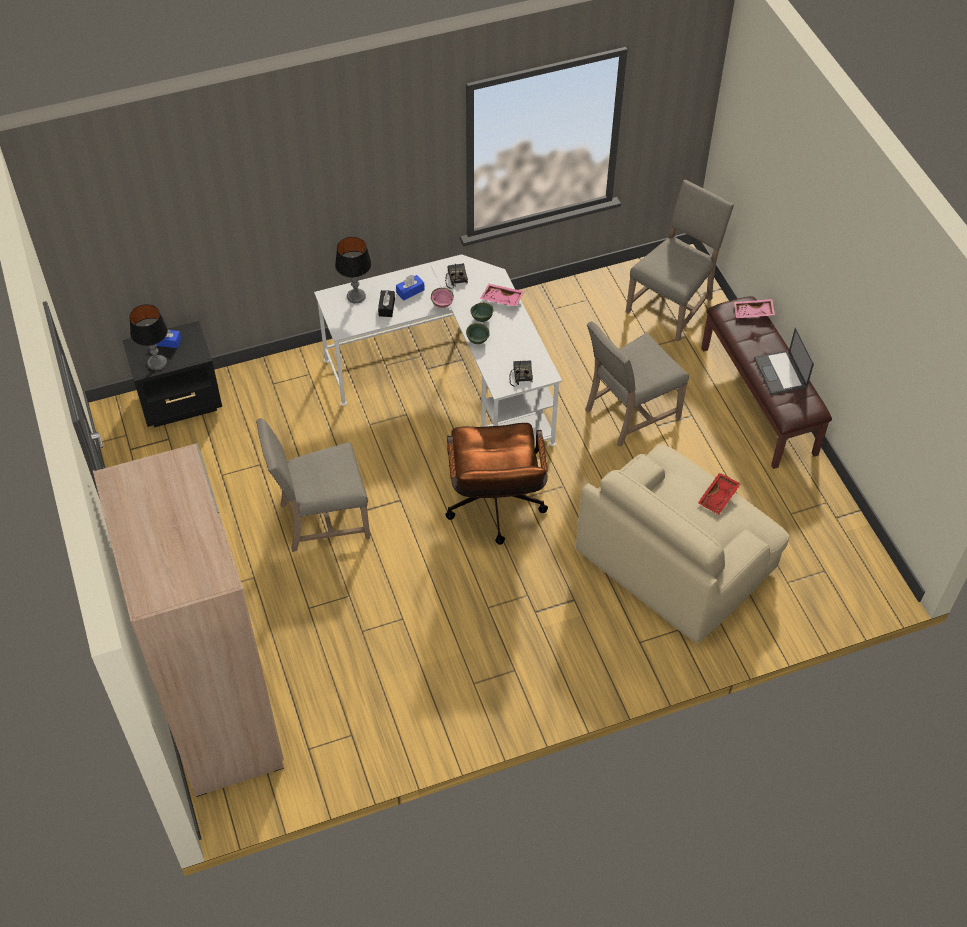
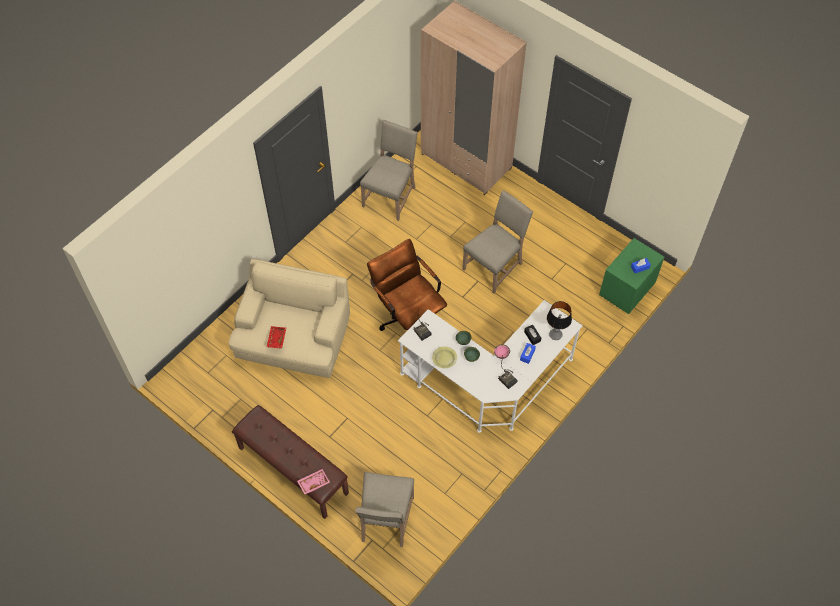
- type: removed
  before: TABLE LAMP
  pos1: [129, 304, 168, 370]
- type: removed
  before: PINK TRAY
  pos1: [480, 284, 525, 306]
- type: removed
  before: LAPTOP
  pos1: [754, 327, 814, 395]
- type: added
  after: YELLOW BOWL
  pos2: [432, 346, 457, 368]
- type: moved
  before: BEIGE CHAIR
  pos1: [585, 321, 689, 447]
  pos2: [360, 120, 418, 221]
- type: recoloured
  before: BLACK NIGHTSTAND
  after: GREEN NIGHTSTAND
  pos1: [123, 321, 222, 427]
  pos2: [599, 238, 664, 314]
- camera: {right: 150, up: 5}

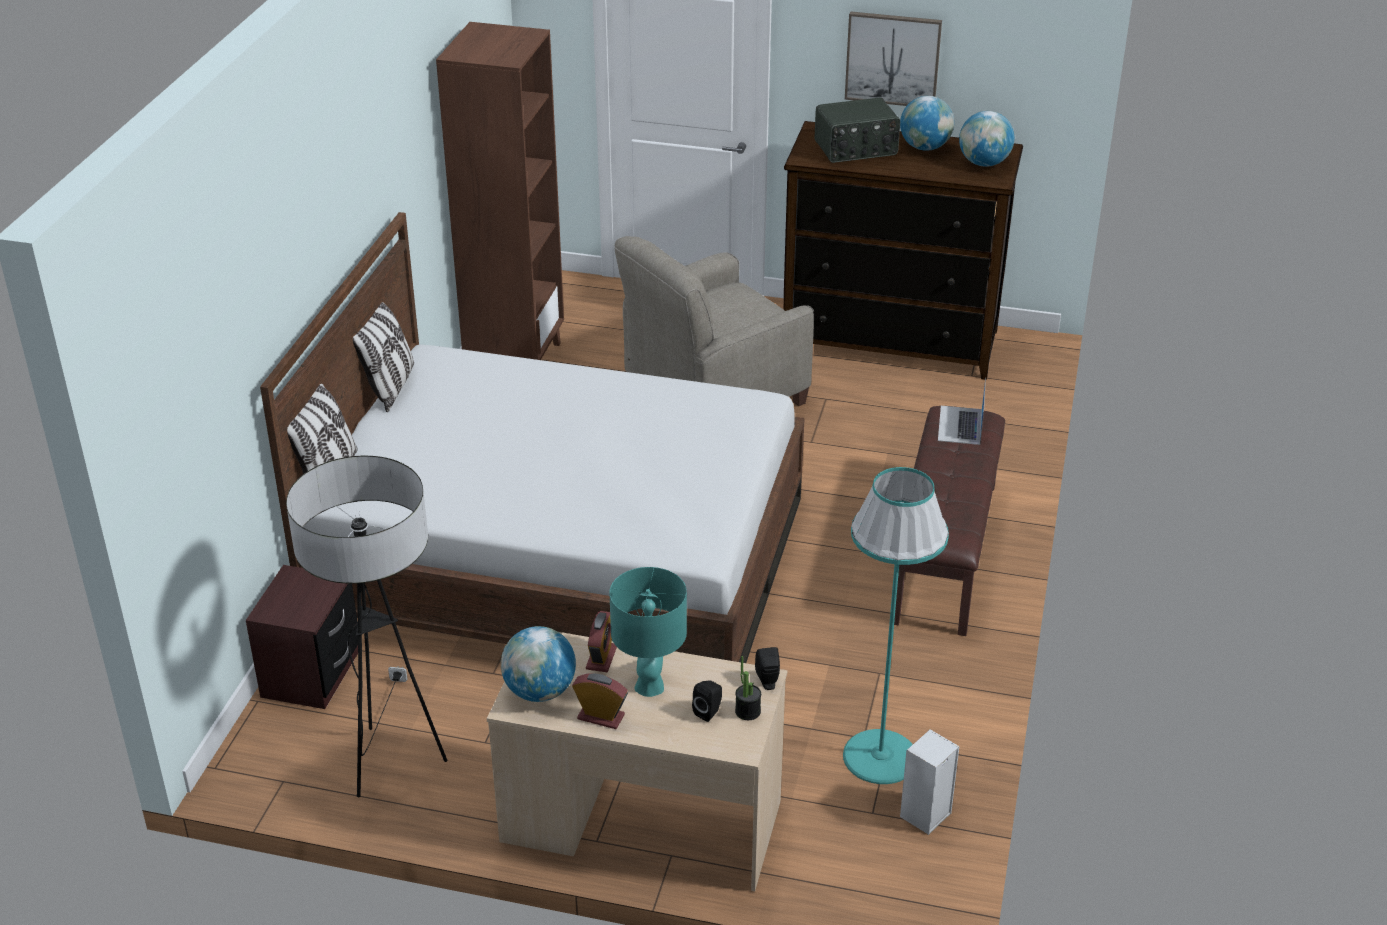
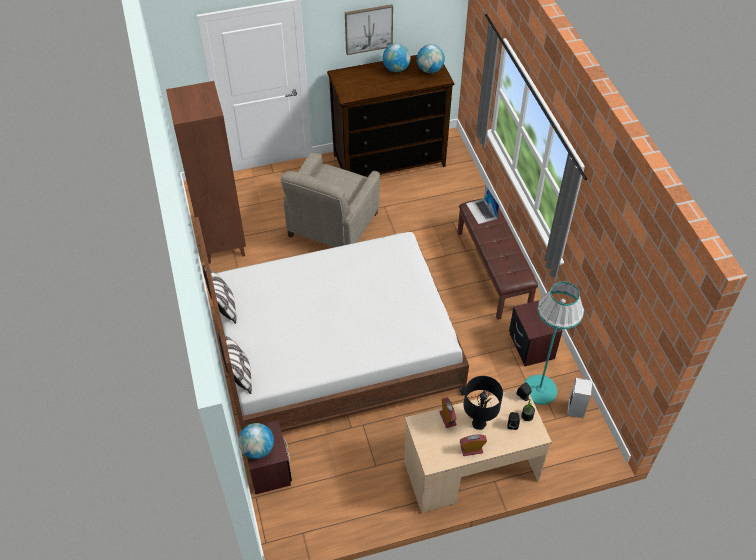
- type: removed
  before: FLOOR LAMP
  pos1: [286, 456, 447, 797]
- type: removed
  before: RADIO
  pos1: [814, 98, 900, 163]
- type: added
  after: BROWN NIGHTSTAND
  pos2: [509, 300, 562, 367]
- type: moved
  before: GLOBE
  pos1: [501, 626, 576, 702]
  pos2: [238, 423, 274, 459]
- type: recoloured
  before: TURQUOISE TABLE LAMP
  after: BLACK TABLE LAMP
  pos1: [609, 567, 687, 697]
  pos2: [463, 376, 503, 430]
- camera: {right: -30, up: 15}

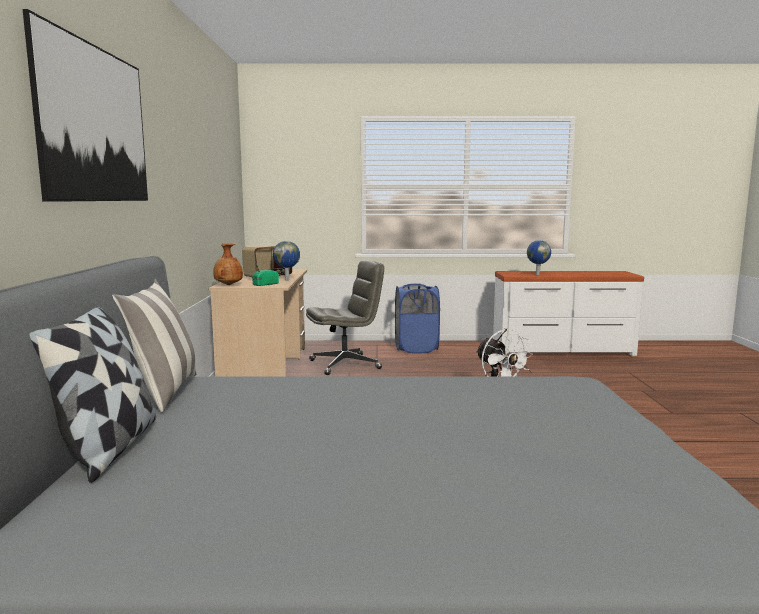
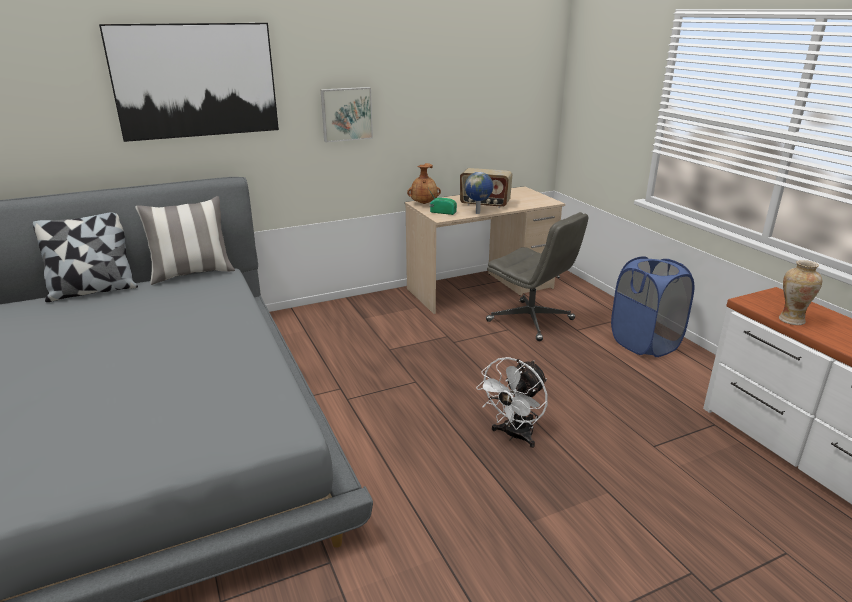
- type: added
  after: PICTURE
  pos2: [320, 87, 373, 142]
- type: replaced
  before: GLOBE
  after: VASE
  pos1: [527, 240, 551, 275]
  pos2: [779, 260, 822, 325]
- camera: {right: 65, up: 15}

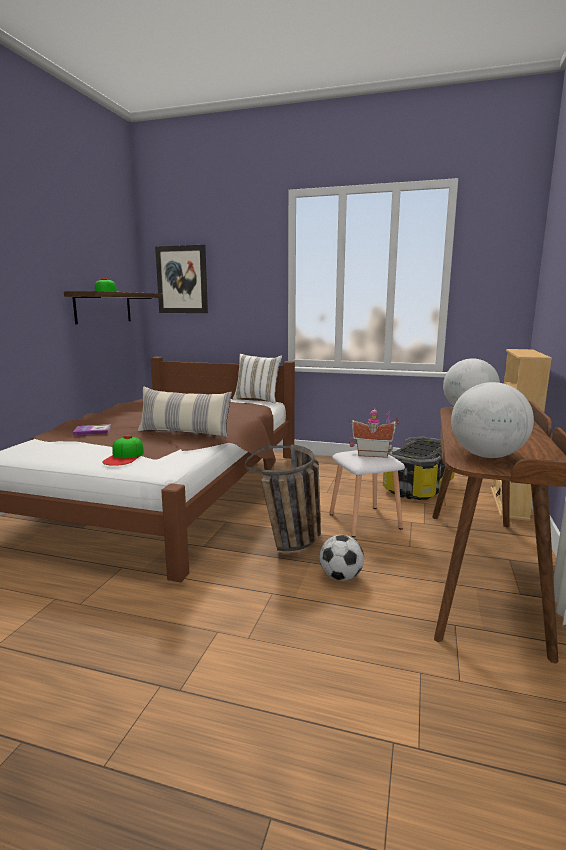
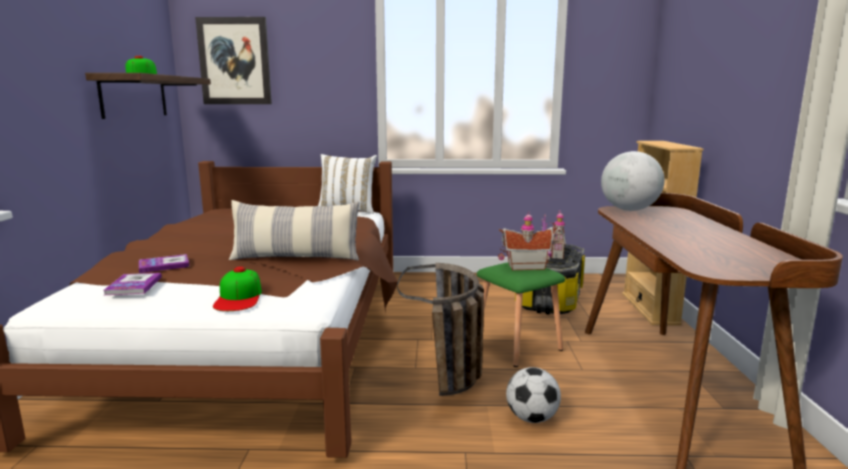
- type: removed
  before: GLOBE
  pos1: [451, 382, 534, 458]
- type: added
  after: BOOK
  pos2: [104, 273, 162, 295]
- type: added
  after: TOY HOUSE
  pos2: [548, 210, 566, 259]
- type: recoloured
  before: WHITE STOOL
  after: GREEN STOOL
  pos1: [329, 450, 405, 537]
  pos2: [477, 262, 565, 367]
- camera: {right: -15, up: 0}

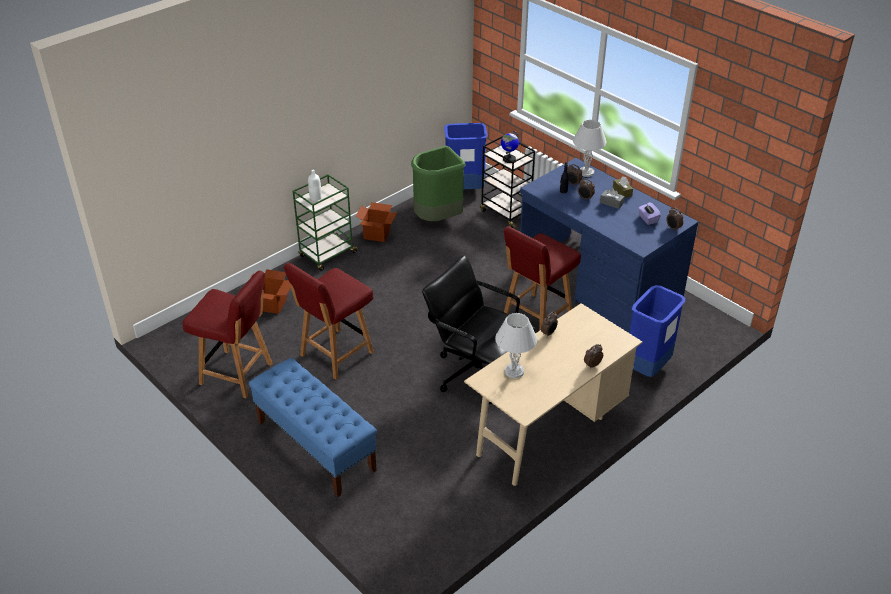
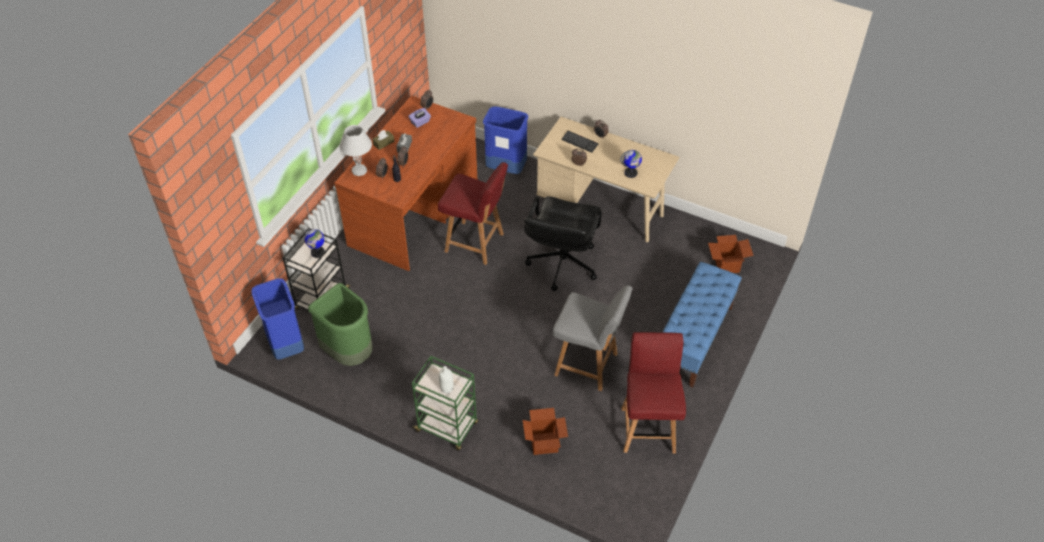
- type: added
  after: KEYBOARD
  pos2: [561, 131, 599, 153]
- type: moved
  before: CARDBOARD BOX
  pos1: [356, 202, 397, 242]
  pos2: [708, 235, 754, 273]
- type: replaced
  before: WHITE TABLE LAMP
  after: GLOBE
  pos1: [495, 313, 537, 378]
  pos2: [620, 150, 642, 178]
- type: recoloured
  before: RED CHAIR
  after: GREY CHAIR
  pos1: [284, 263, 374, 380]
  pos2: [552, 285, 633, 391]
- type: recoloured
  before: BLUE DESK
  after: BROWN DESK
  pos1: [520, 158, 698, 333]
  pos2: [334, 95, 477, 271]
- camera: {right: -110, up: 10}

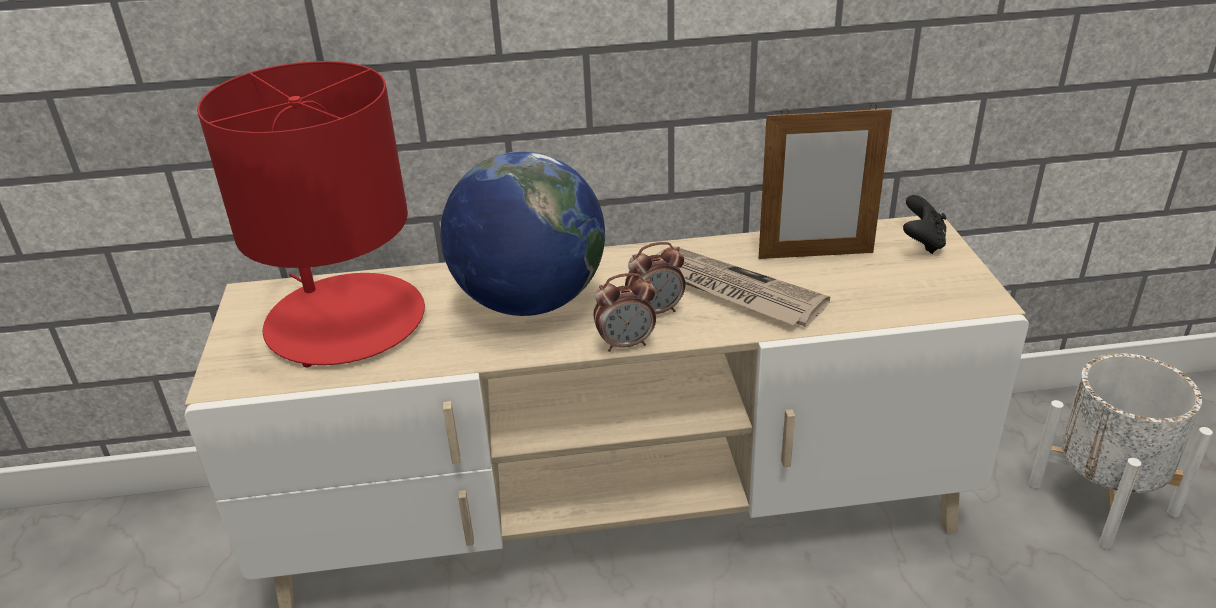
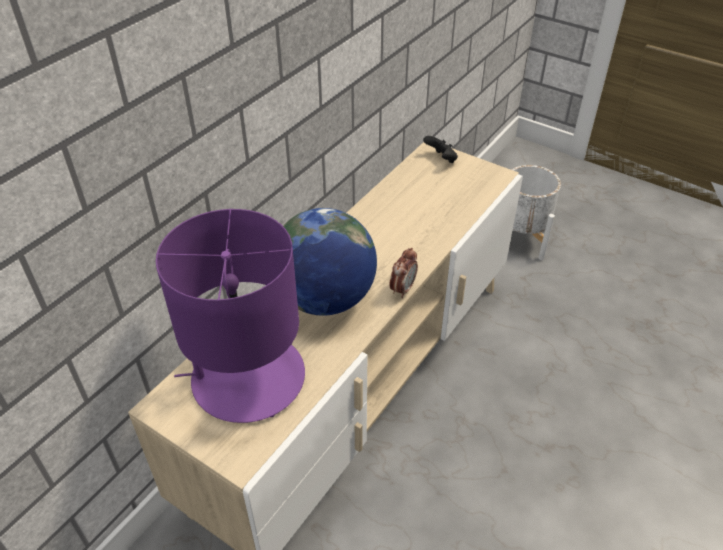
- type: removed
  before: ALARM CLOCK
  pos1: [625, 242, 686, 314]
- type: removed
  before: NEWSPAPER
  pos1: [656, 246, 830, 327]
- type: removed
  before: PICTURE FRAME
  pos1: [759, 104, 892, 259]
- type: recoloured
  before: RED TABLE LAMP
  after: PURPLE TABLE LAMP
  pos1: [197, 61, 425, 368]
  pos2: [156, 209, 305, 423]
- camera: {right: -50, up: 10}

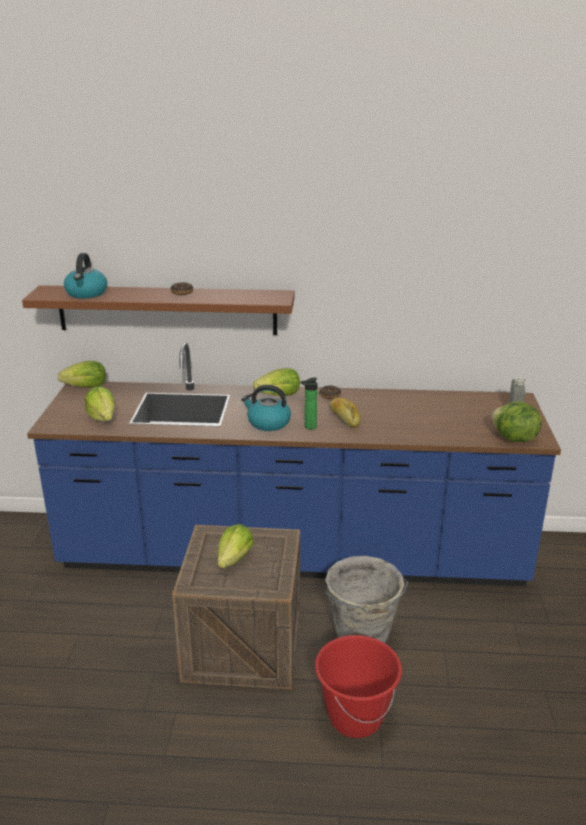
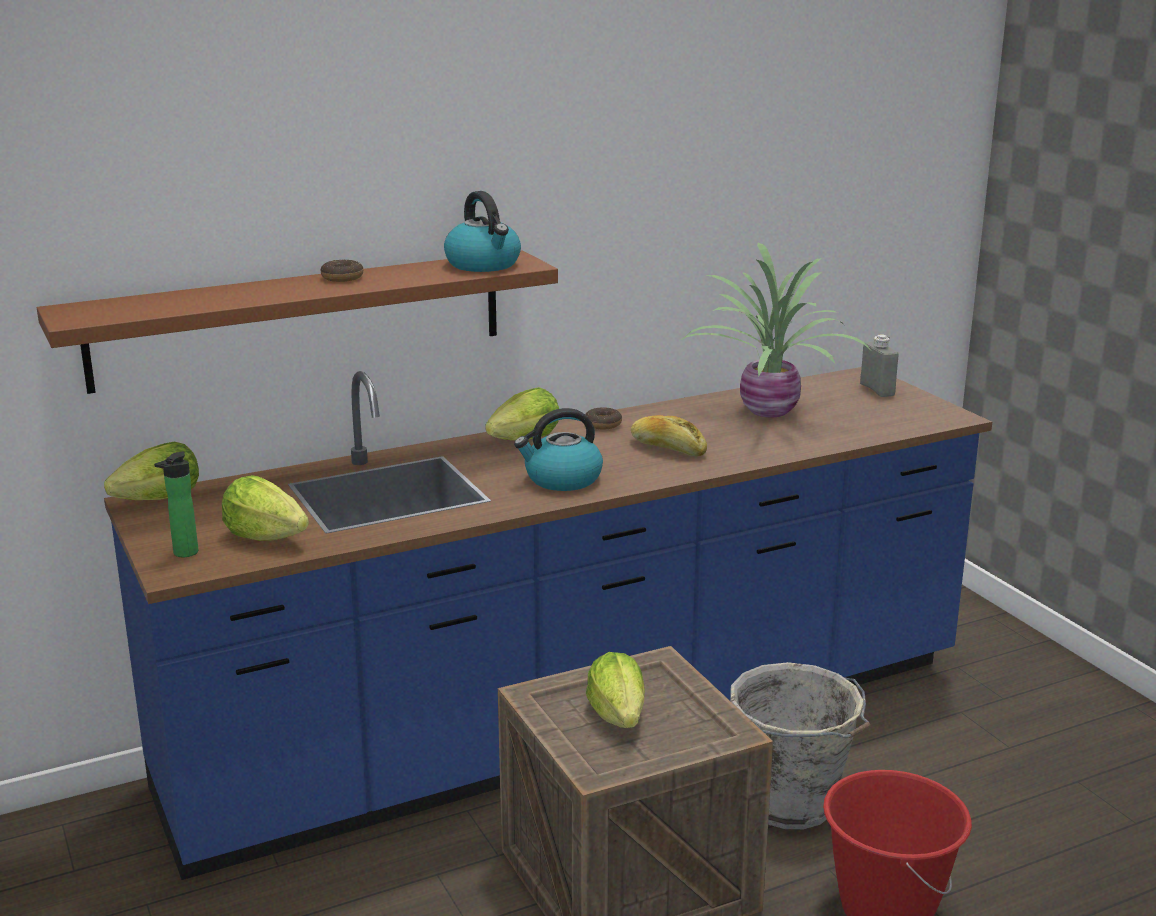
- type: removed
  before: LETTUCE
  pos1: [491, 401, 542, 442]
- type: added
  after: POTTED PLANT
  pos2: [680, 243, 870, 417]
- type: moved
  before: KETTLE
  pos1: [64, 253, 107, 298]
  pos2: [444, 191, 521, 272]
- type: moved
  before: BOTTLE
  pos1: [300, 378, 317, 430]
  pos2: [154, 451, 198, 557]
- camera: {right: -30, up: -5}

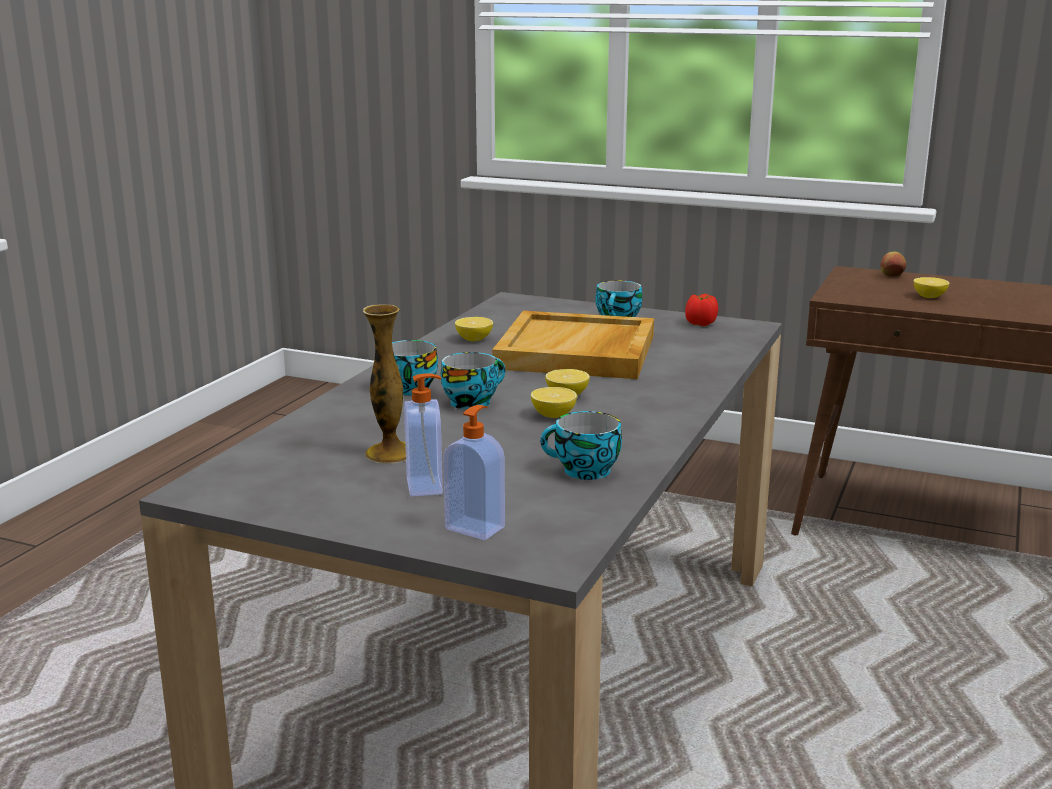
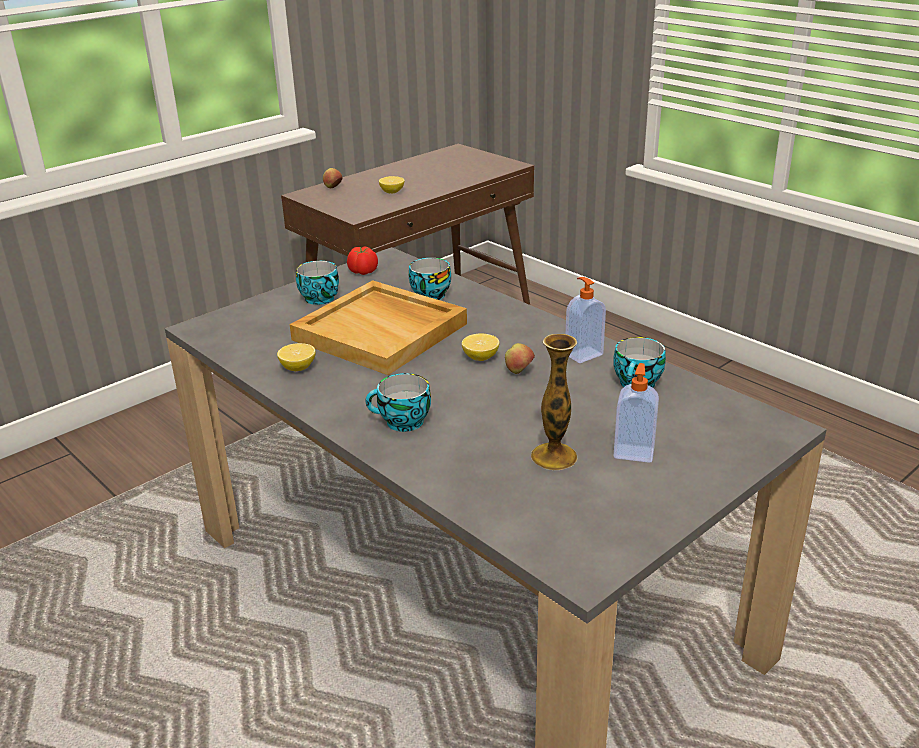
- type: moved
  before: CUP
  pos1: [441, 352, 505, 410]
  pos2: [409, 258, 451, 300]
- type: moved
  before: SOAP DISPENSER
  pos1: [443, 405, 505, 540]
  pos2: [566, 277, 606, 363]
- type: replaced
  before: LEMON
  after: APPLE
  pos1: [531, 387, 577, 418]
  pos2: [505, 343, 535, 374]
- camera: {right: -65, up: 10}

